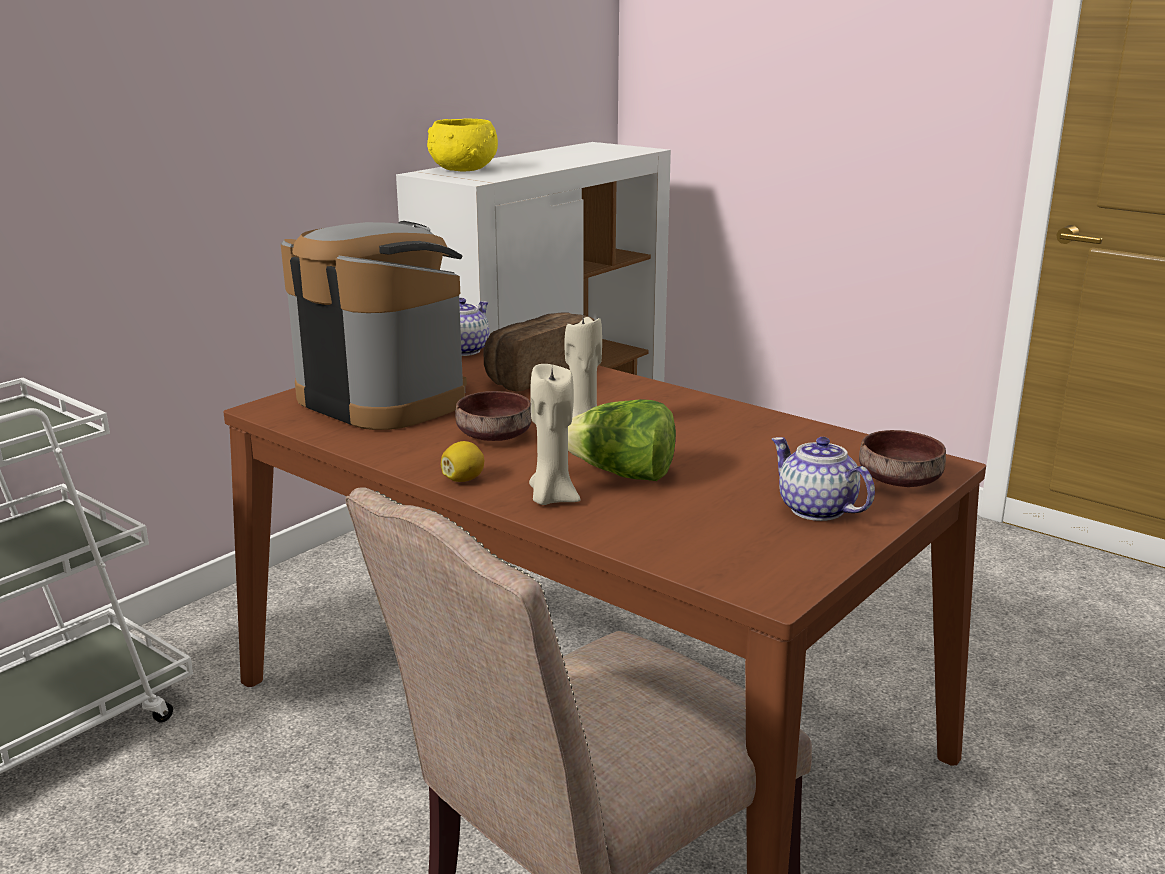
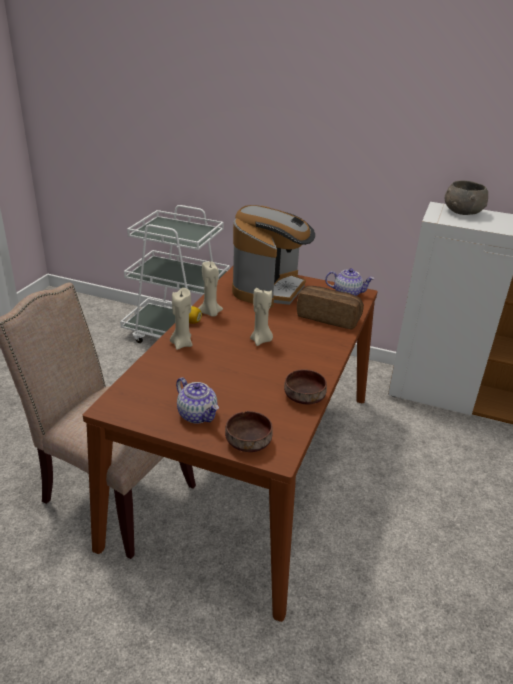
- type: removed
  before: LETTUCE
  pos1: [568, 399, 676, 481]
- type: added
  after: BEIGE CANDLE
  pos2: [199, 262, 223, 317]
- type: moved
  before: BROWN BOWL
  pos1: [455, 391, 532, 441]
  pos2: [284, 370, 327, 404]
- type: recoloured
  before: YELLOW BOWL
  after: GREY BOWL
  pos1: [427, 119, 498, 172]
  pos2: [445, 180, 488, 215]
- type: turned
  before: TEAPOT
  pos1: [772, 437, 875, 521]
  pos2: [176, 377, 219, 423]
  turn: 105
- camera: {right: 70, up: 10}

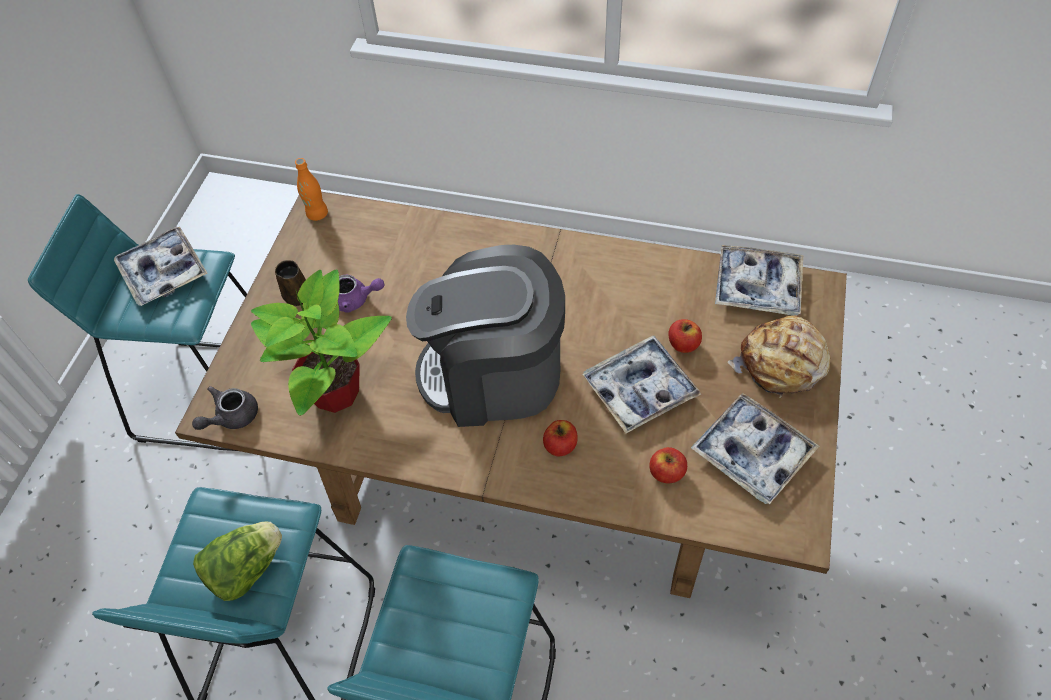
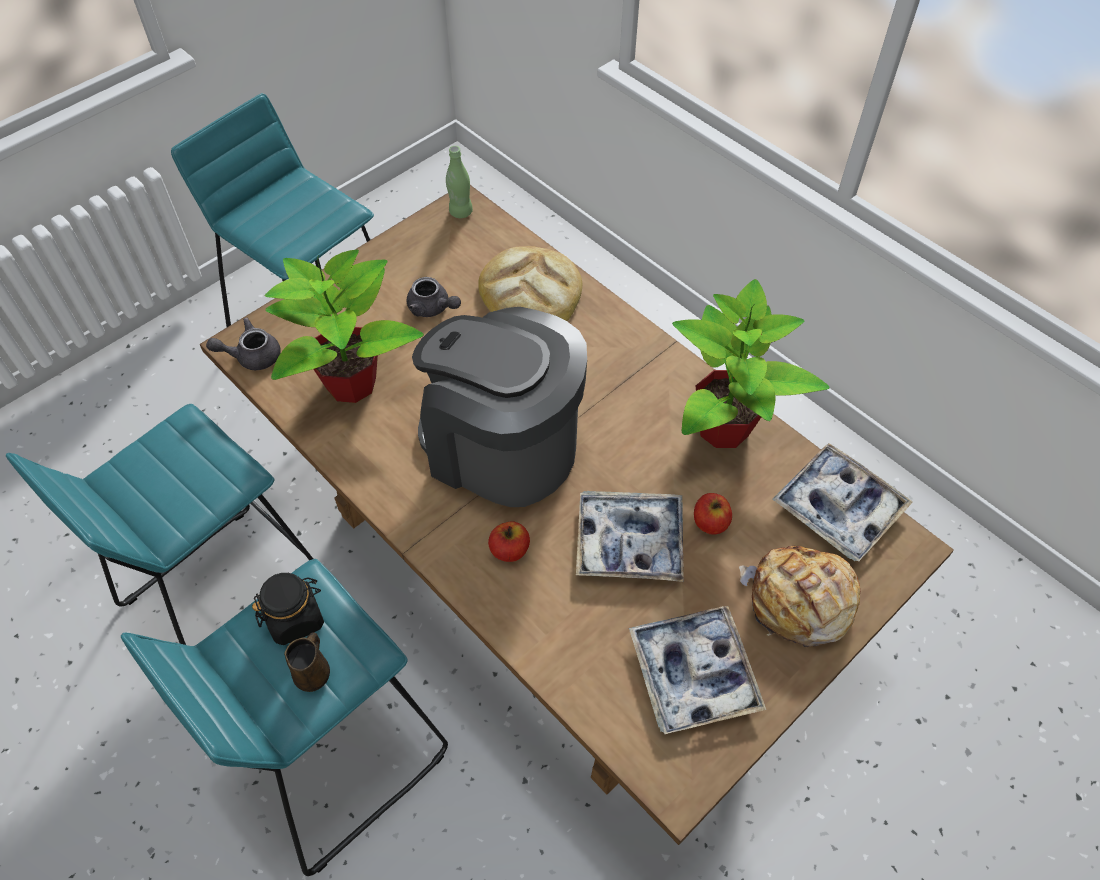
- type: removed
  before: TRAY
  pos1: [114, 227, 207, 306]
- type: removed
  before: LETTUCE
  pos1: [193, 521, 282, 601]
- type: removed
  before: APPLE
  pos1: [649, 447, 687, 484]
- type: added
  after: BLACK JAR
  pos2: [252, 573, 324, 645]
- type: added
  after: BREAD
  pos2: [478, 246, 582, 321]
- type: added
  after: POTTED PLANT
  pos2: [672, 279, 830, 448]
- type: moved
  before: BROWN MUG
  pos1: [275, 260, 306, 306]
  pos2: [284, 632, 330, 692]
- type: recoloured
  before: ORANGE BOTTLE
  after: GREEN BOTTLE
  pos1: [295, 158, 328, 221]
  pos2: [446, 146, 473, 218]
- type: recoloured
  before: PURPLE TEAPOT
  after: GREY TEAPOT
  pos1: [338, 275, 384, 313]
  pos2: [407, 277, 461, 317]
- camera: {right: 30, up: 0}

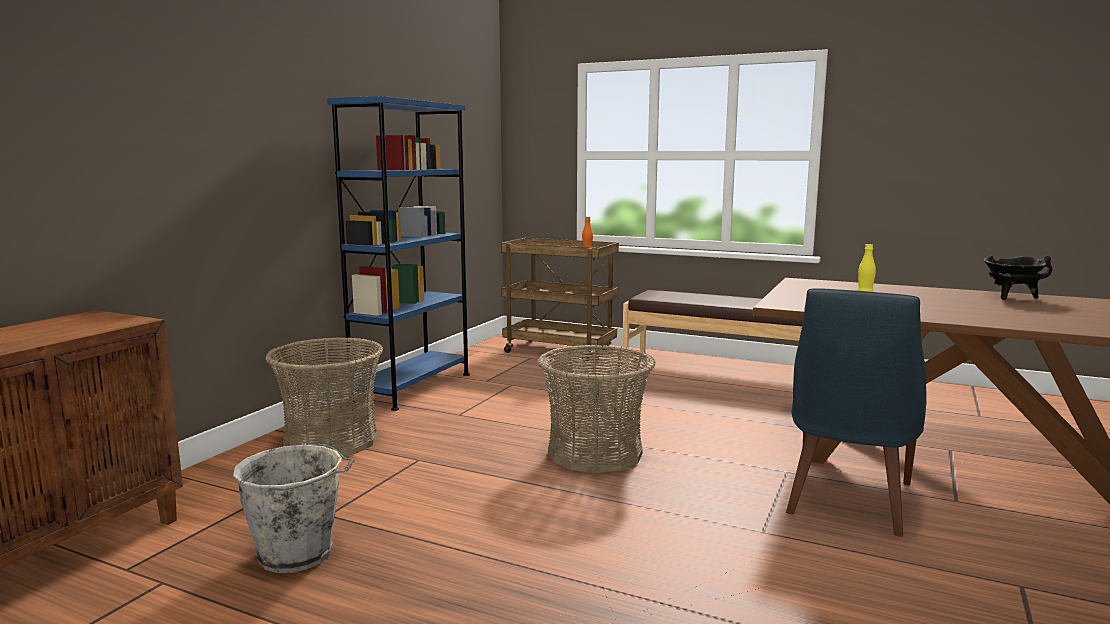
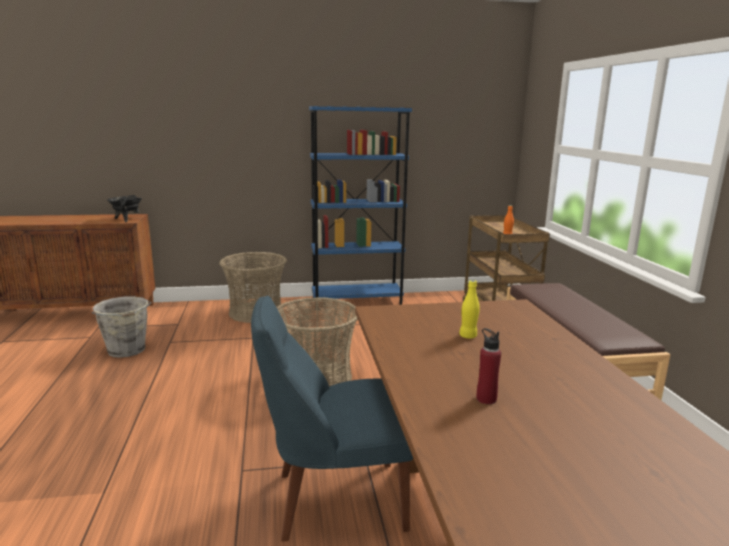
- type: added
  after: RED BOTTLE
  pos2: [477, 328, 501, 404]
- type: moved
  before: BLACK COOKING POT
  pos1: [984, 256, 1052, 300]
  pos2: [107, 195, 142, 222]
- camera: {right: 55, up: 5}

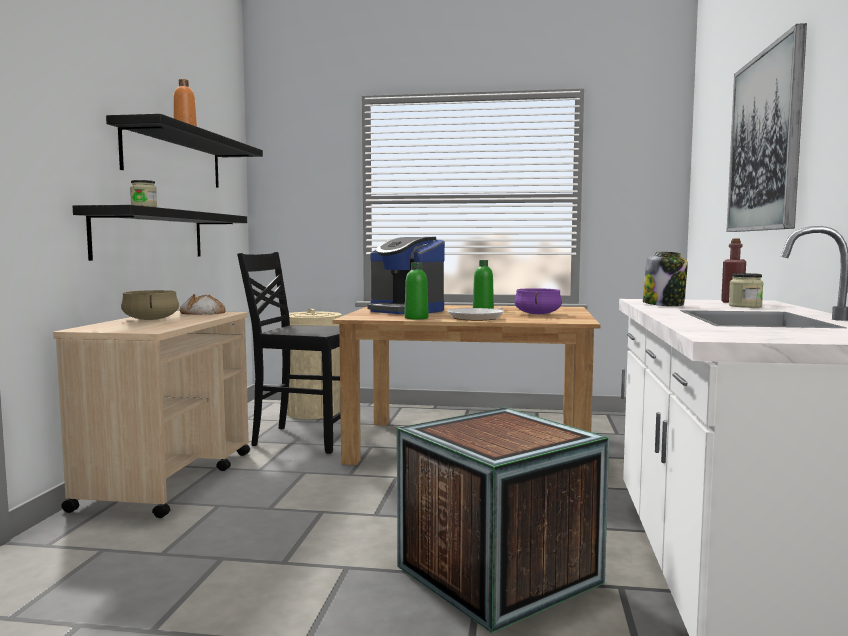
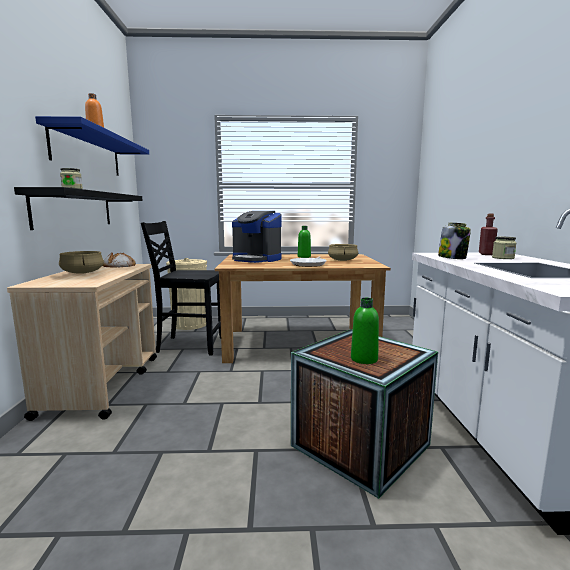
- type: removed
  before: PICTURE
  pos1: [726, 23, 807, 232]
- type: moved
  before: GREEN BOTTLE
  pos1: [404, 262, 428, 319]
  pos2: [351, 298, 379, 364]
- type: recoloured
  before: BLACK SHELF
  after: BLUE SHELF
  pos1: [106, 114, 263, 188]
  pos2: [35, 116, 149, 176]
- type: recoloured
  before: PURPLE COOKING POT
  after: BEIGE COOKING POT
  pos1: [514, 288, 562, 314]
  pos2: [328, 244, 358, 261]
- camera: {right: -10, up: 5}

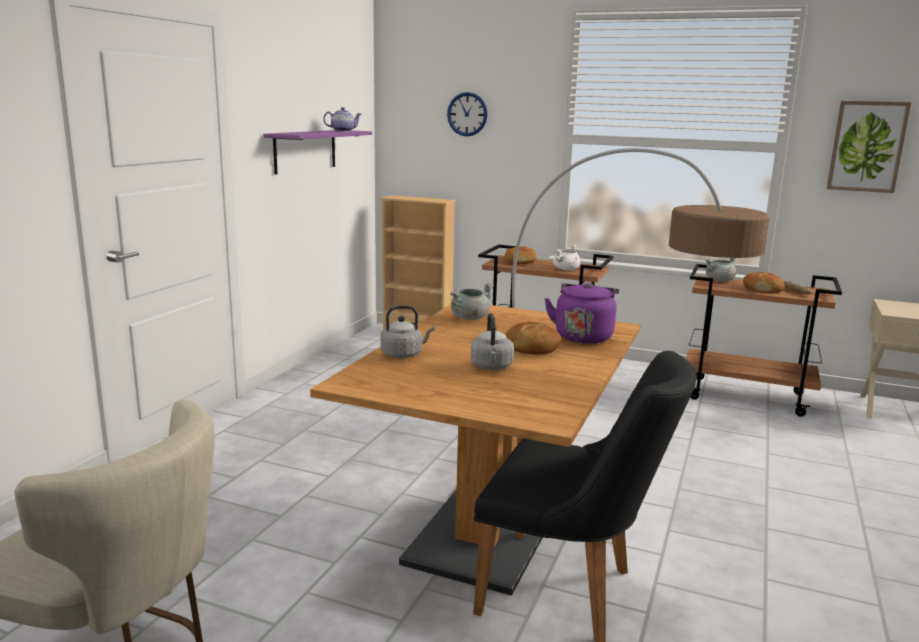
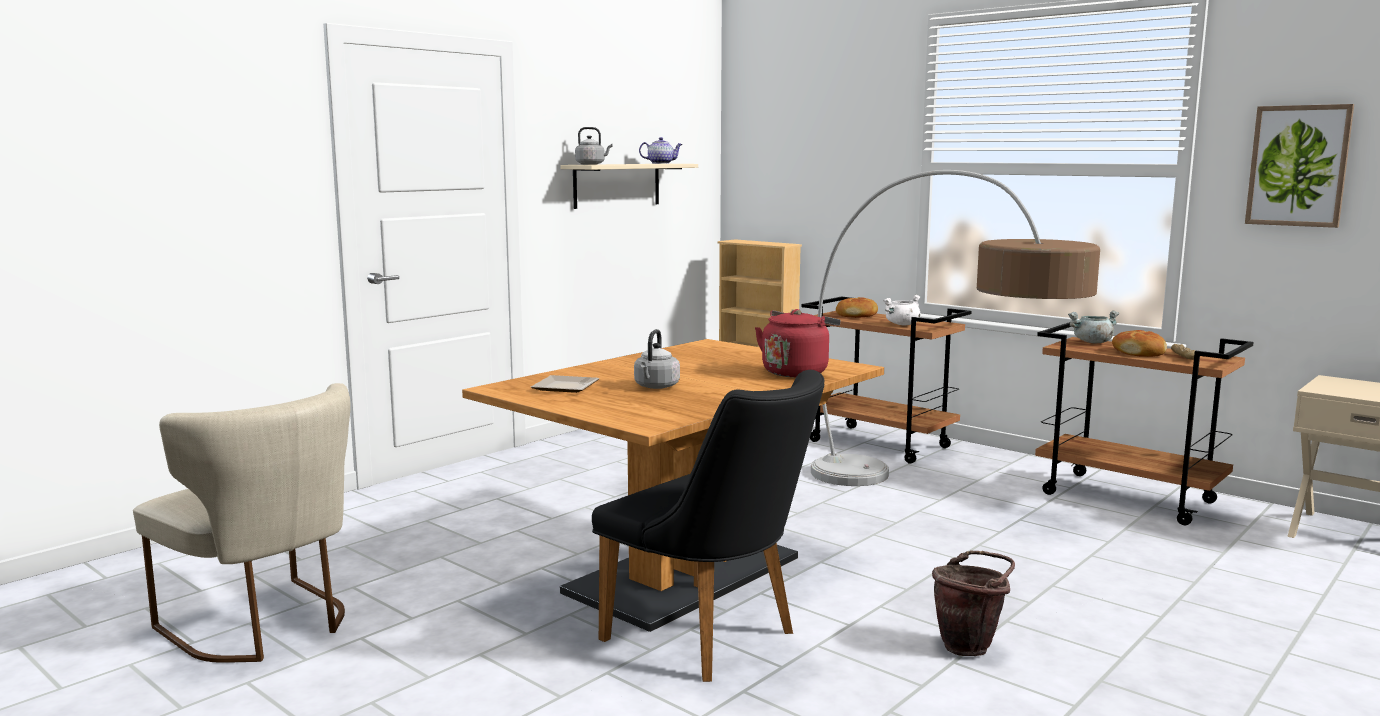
- type: removed
  before: WALL CLOCK
  pos1: [447, 92, 487, 136]
- type: removed
  before: GREY COOKING POT
  pos1: [450, 283, 494, 320]
- type: removed
  before: BREAD
  pos1: [505, 321, 561, 354]
- type: added
  after: PLATE
  pos2: [531, 375, 599, 393]
- type: added
  after: BROWN BUCKET
  pos2: [932, 550, 1015, 656]
- type: moved
  before: GREY KETTLE
  pos1: [380, 305, 435, 358]
  pos2: [575, 127, 612, 165]
- type: recoloured
  before: PURPLE SHELF
  after: BEIGE SHELF
  pos1: [263, 130, 372, 175]
  pos2: [560, 164, 698, 209]
- type: recoloured
  before: PURPLE KETTLE
  after: RED KETTLE
  pos1: [544, 282, 619, 344]
  pos2: [755, 309, 840, 377]
- camera: {right: 20, up: -5}

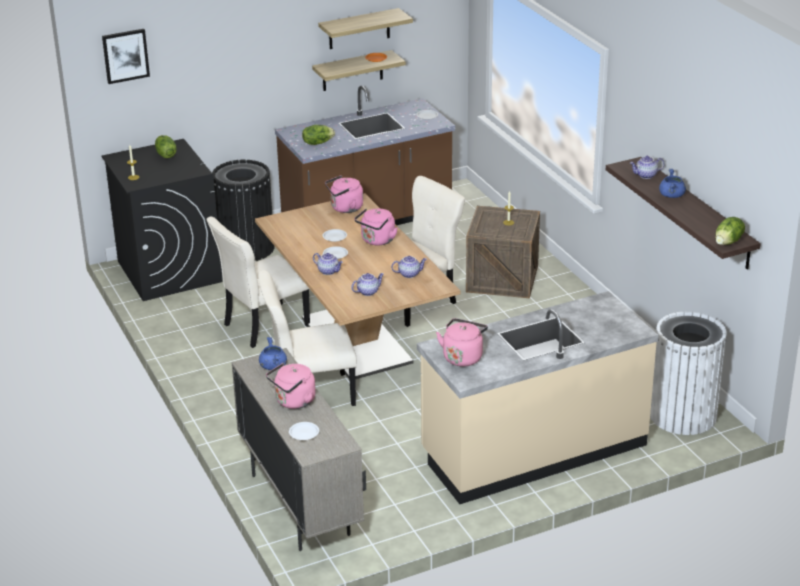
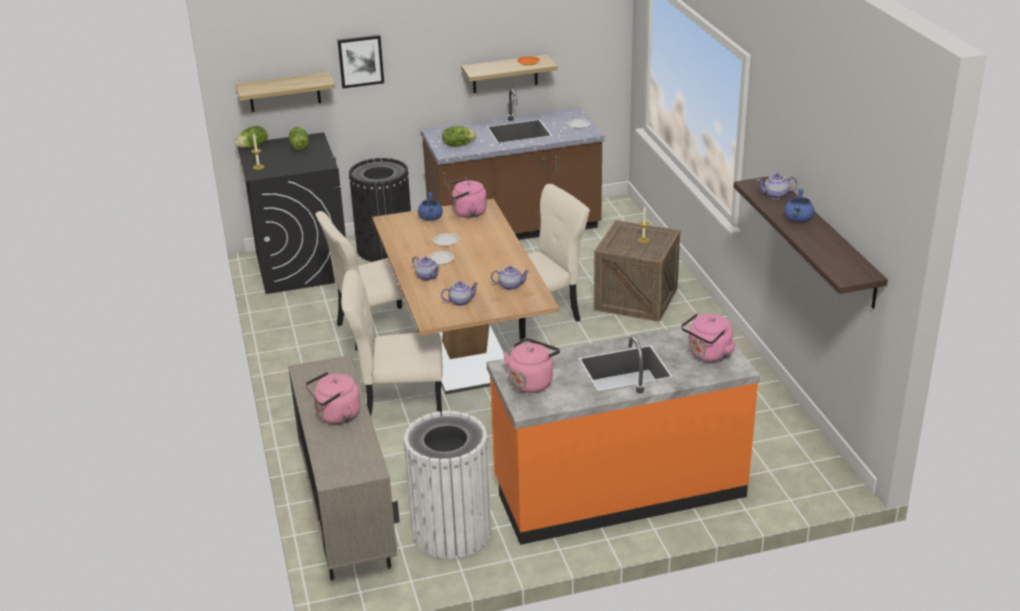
- type: removed
  before: WHITE PLATE
  pos1: [289, 422, 319, 440]
- type: moved
  before: PICTURE
  pos1: [102, 29, 150, 84]
  pos2: [337, 35, 384, 88]
- type: moved
  before: BLUE COOKING POT
  pos1: [259, 337, 287, 370]
  pos2: [418, 192, 443, 220]
- type: moved
  before: SHELF
  pos1: [318, 8, 413, 49]
  pos2: [236, 72, 335, 112]
- type: moved
  before: PINK KETTLE
  pos1: [354, 209, 398, 245]
  pos2: [681, 313, 736, 362]
- type: moved
  before: WHITE TRASH CAN
  pos1: [650, 311, 727, 435]
  pos2: [403, 411, 491, 559]
- type: moved
  before: LETTUCE
  pos1: [715, 217, 745, 245]
  pos2: [235, 126, 268, 148]
- type: recoloured
  before: BEIGE COUNTER
  after: ORANGE COUNTER
  pos1: [417, 291, 658, 504]
  pos2: [487, 325, 760, 545]
- camera: {right: 10, up: 0}

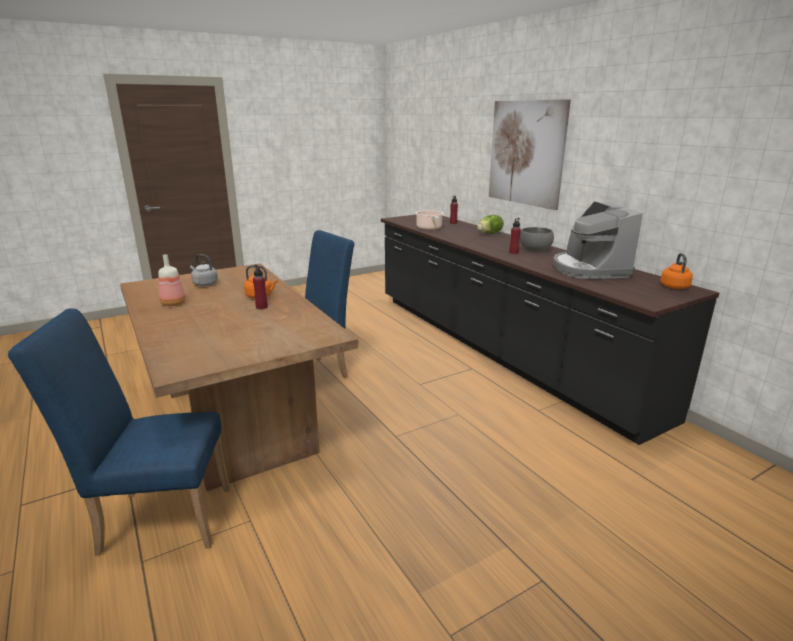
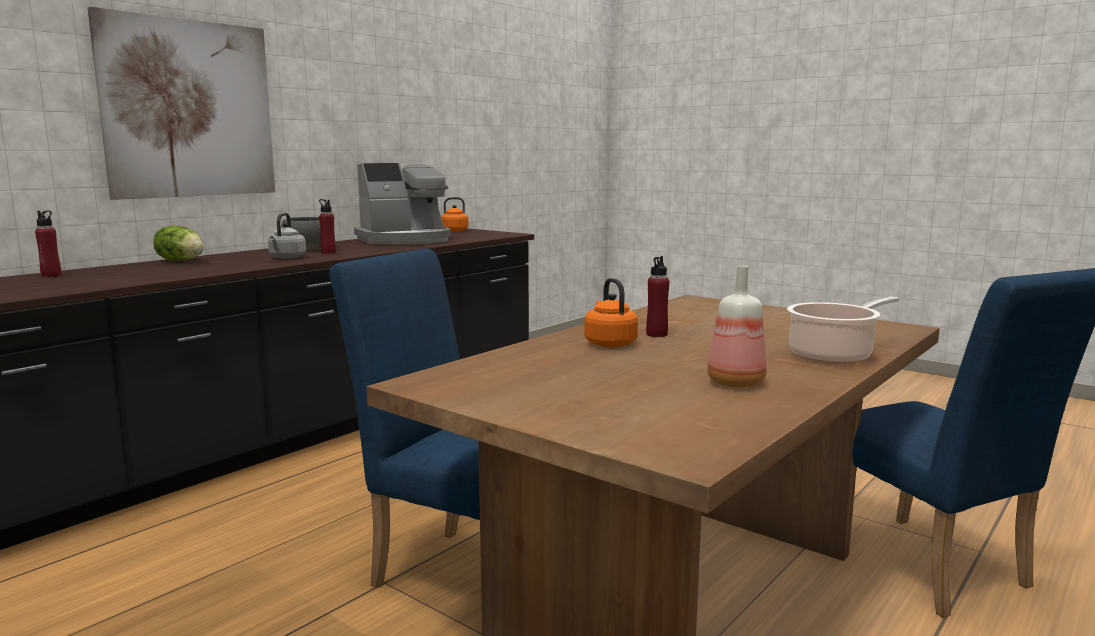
- type: moved
  before: GREY KETTLE
  pos1: [190, 254, 218, 286]
  pos2: [268, 213, 306, 259]
- type: moved
  before: COOKING POT
  pos1: [416, 210, 444, 230]
  pos2: [787, 296, 899, 364]
- camera: {right: -110, up: -10}

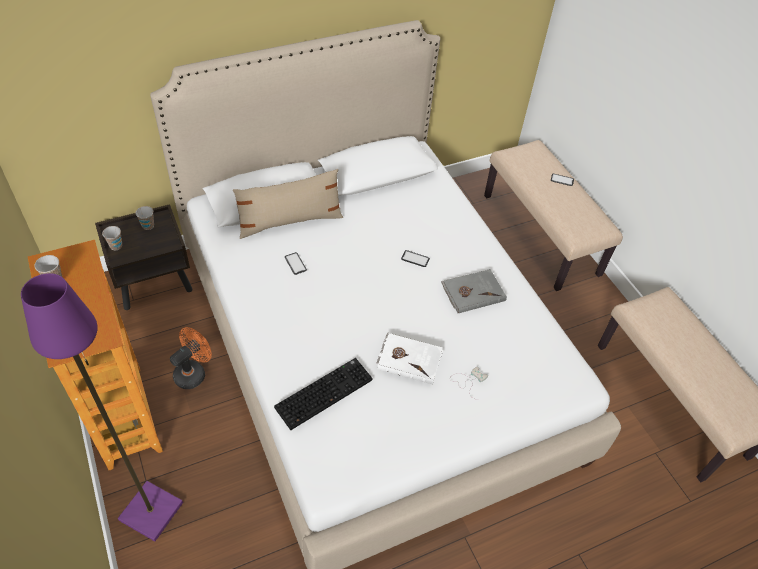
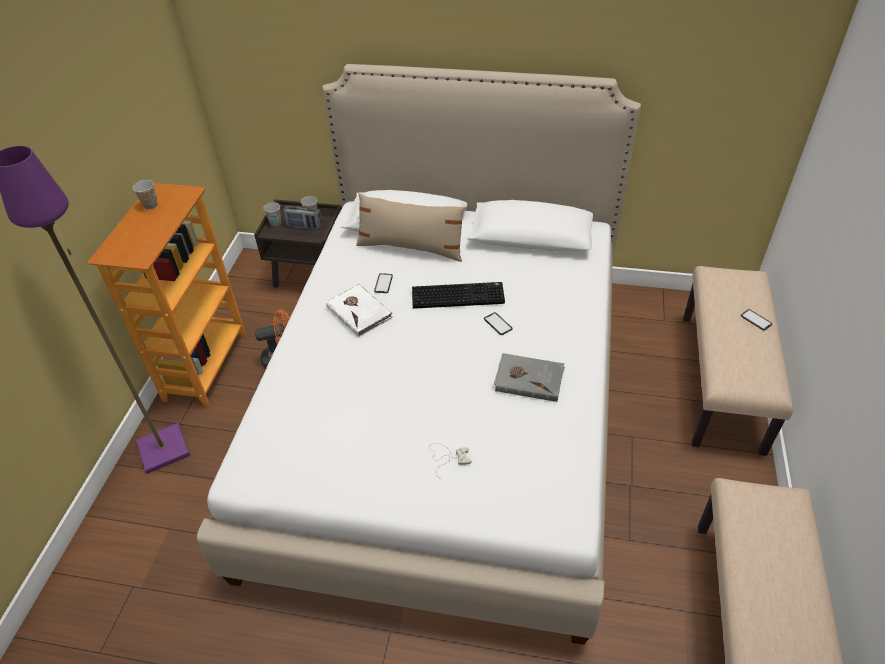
- type: added
  after: RADIO
  pos2: [283, 206, 322, 230]
- type: moved
  before: KEYBOARD
  pos1: [274, 358, 373, 430]
  pos2: [412, 282, 505, 309]
- type: moved
  before: WHITE BOOK
  pos1: [376, 332, 443, 385]
  pos2: [326, 284, 392, 337]
- camera: {right: 40, up: -5}

